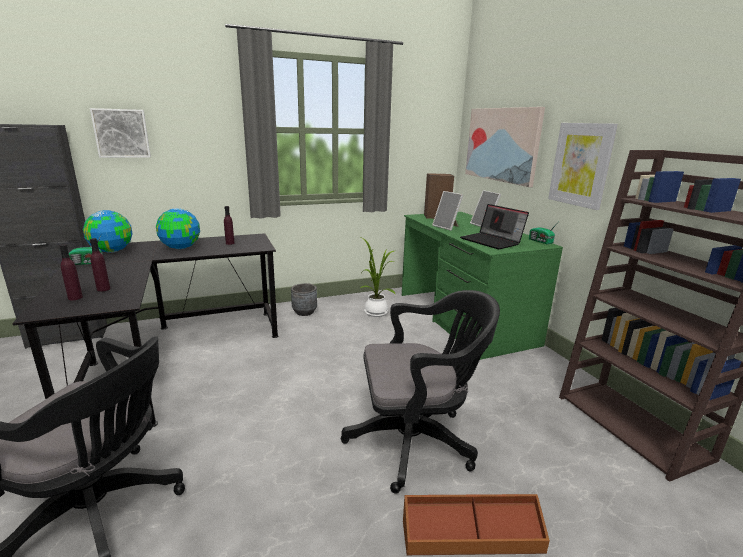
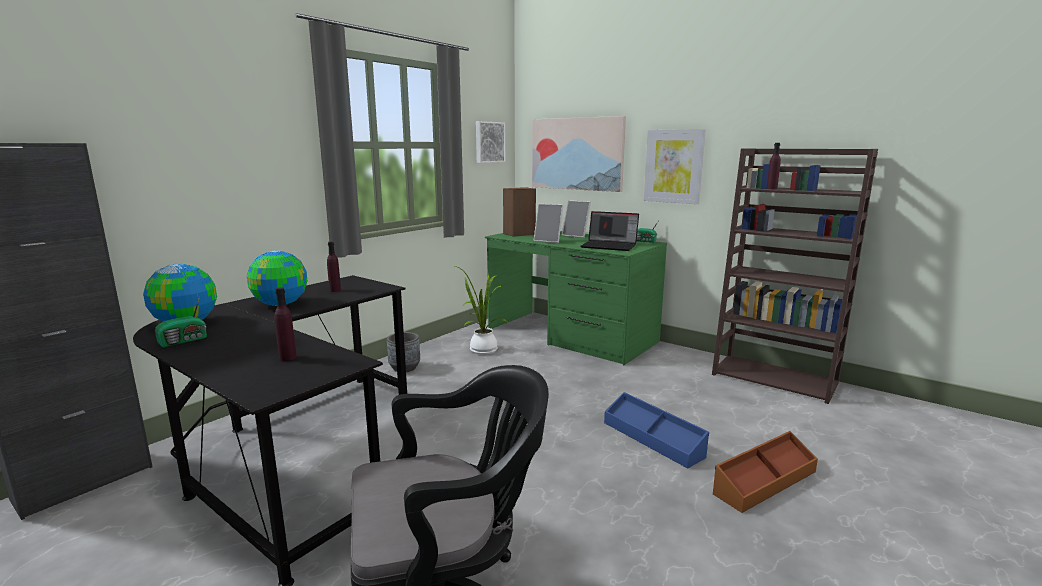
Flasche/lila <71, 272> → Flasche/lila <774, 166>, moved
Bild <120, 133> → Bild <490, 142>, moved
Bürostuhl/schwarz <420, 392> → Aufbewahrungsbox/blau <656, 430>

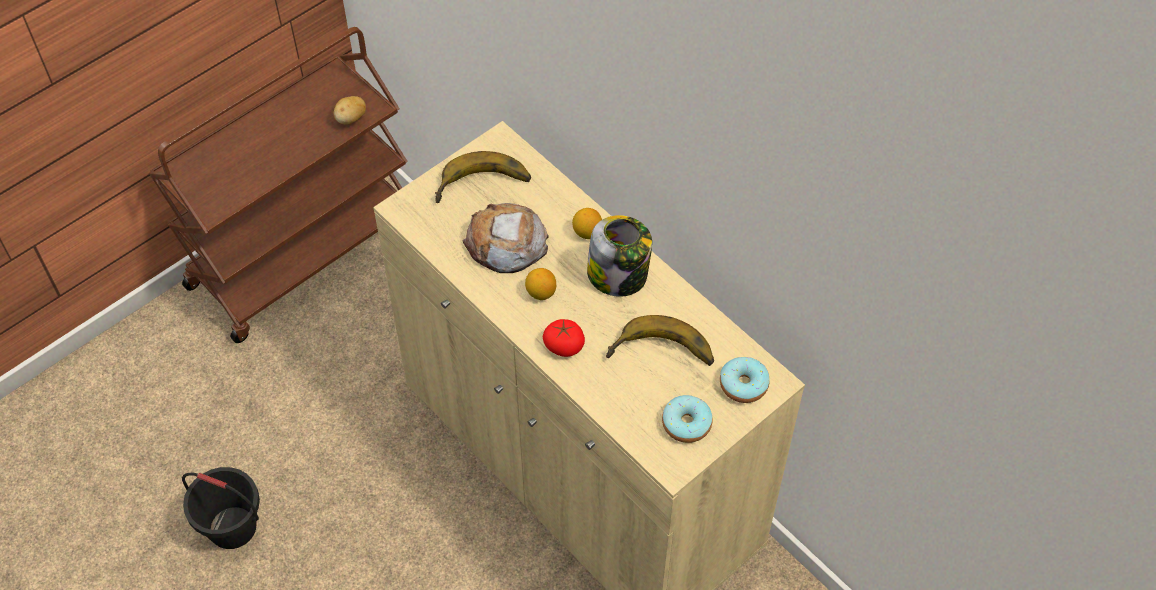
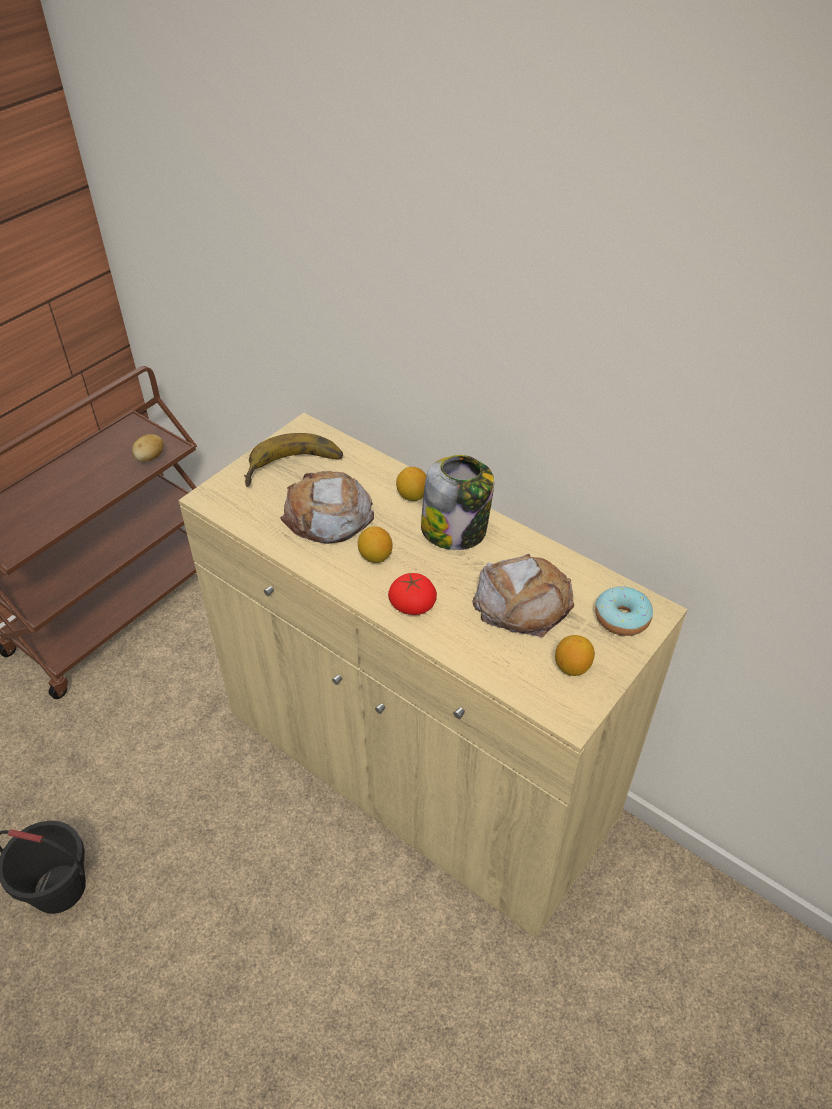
Banane <660, 340> → Brot <523, 595>
Donut <687, 419> → Zitrone <575, 655>

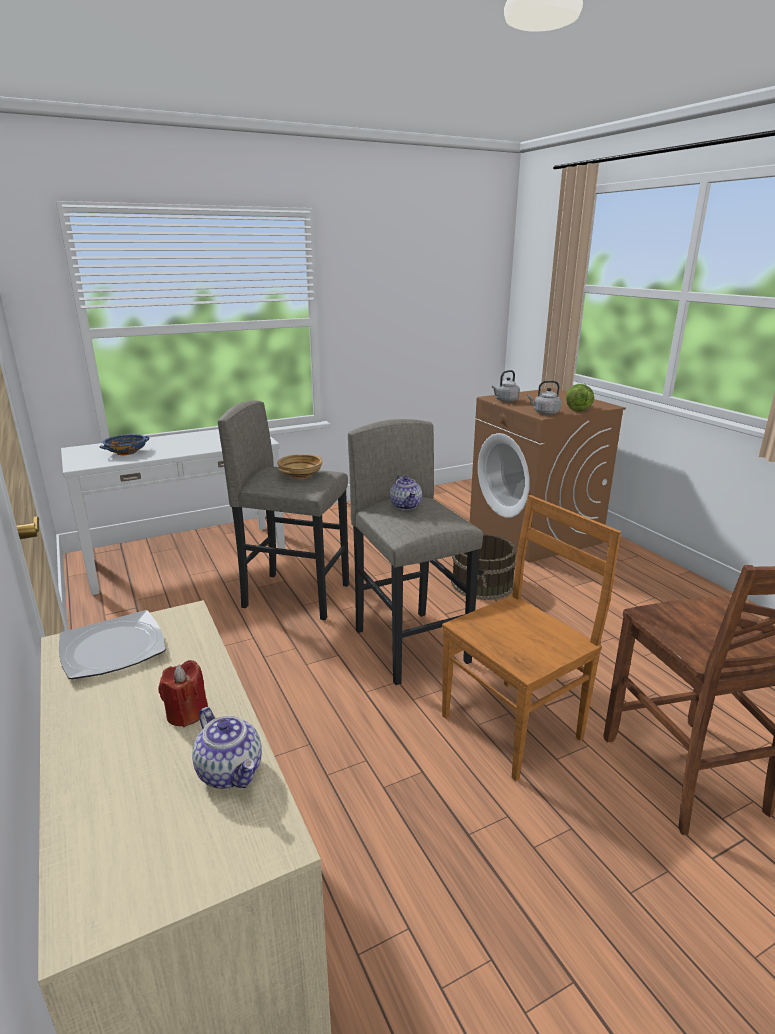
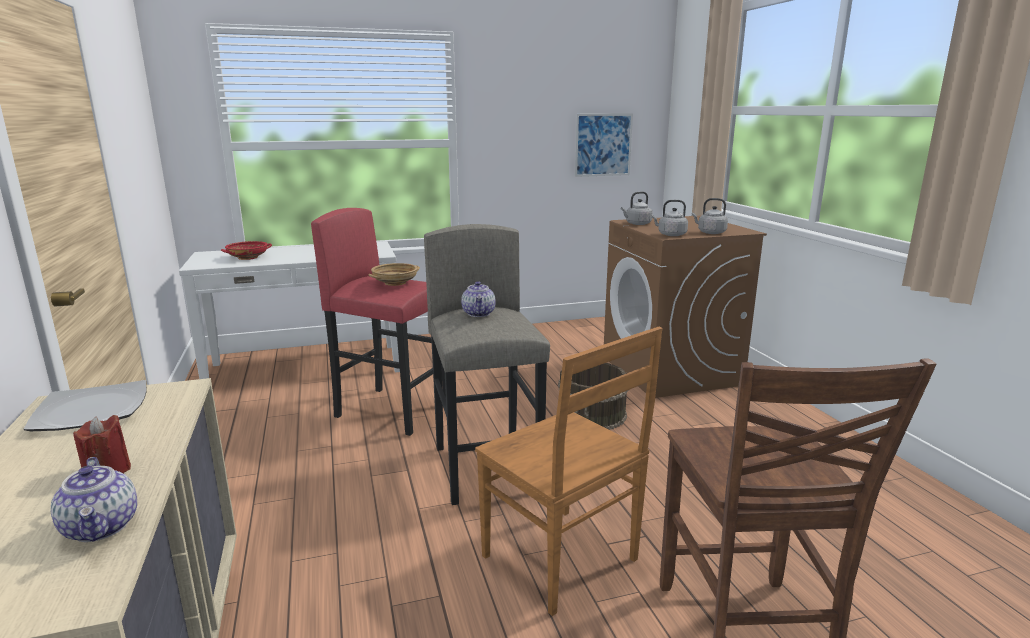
- → Bild <604, 145>
Salatkopf <580, 398> → Wasserkessel/grau <710, 216>
Schüssel/blau <124, 444> → Schüssel/rot <246, 250>
Hocker/grau <283, 510> → Hocker/rot <378, 322>
Stuhl/braun <531, 638> → Stuhl/braun <568, 471>, 75 degrees clockwise

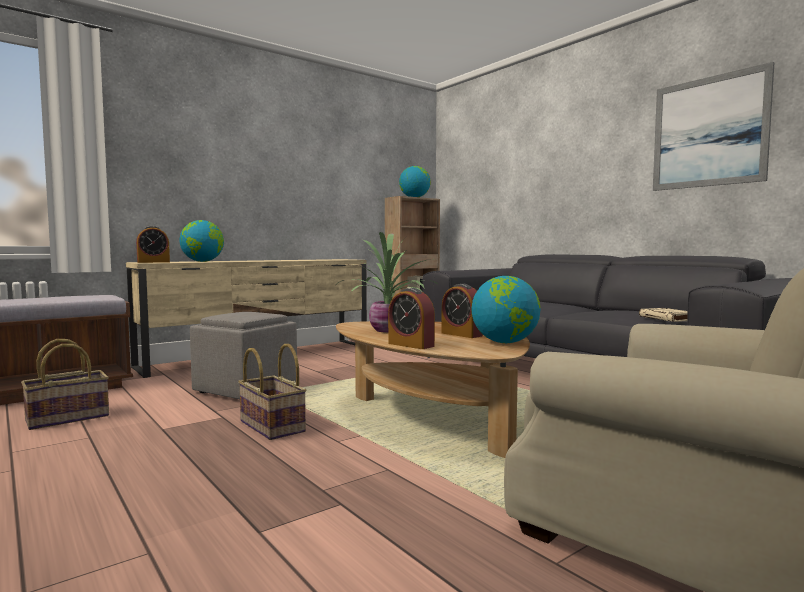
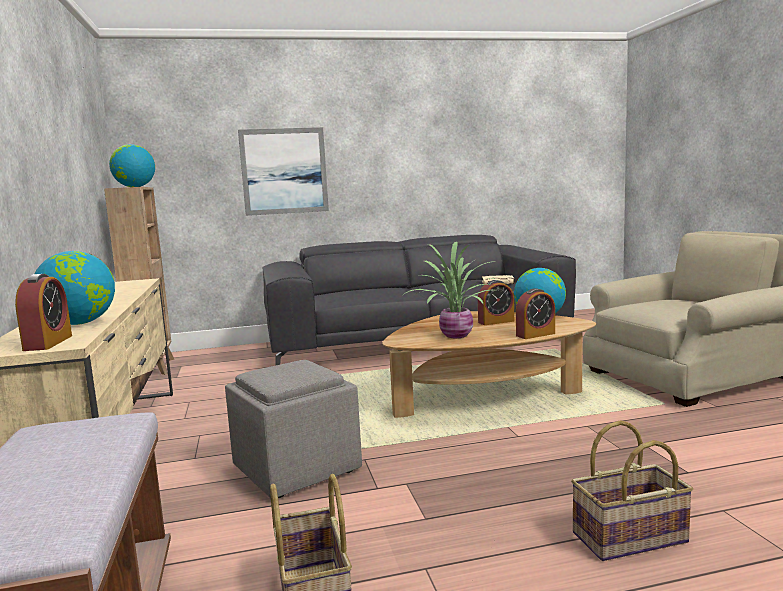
Korb <272, 392> → Korb <632, 490>, moved
Bild <714, 126> → Bild <283, 171>, moved

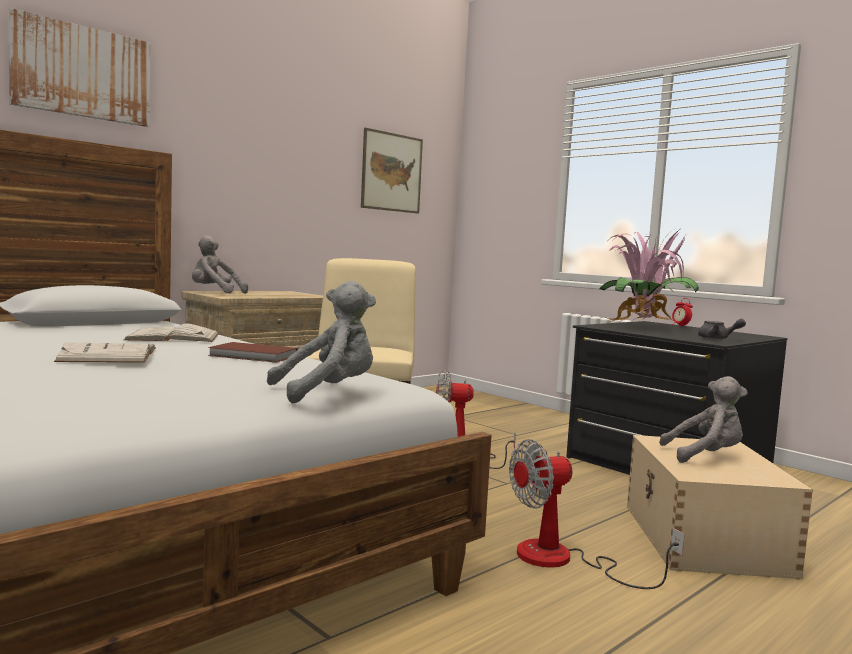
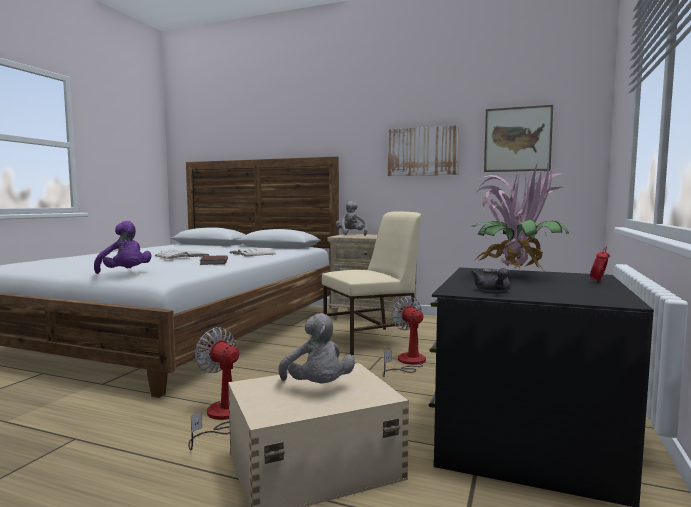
Bild <79, 67> → Bild <423, 150>, moved
Plüschtier/grau <321, 342> → Plüschtier/lila <123, 247>

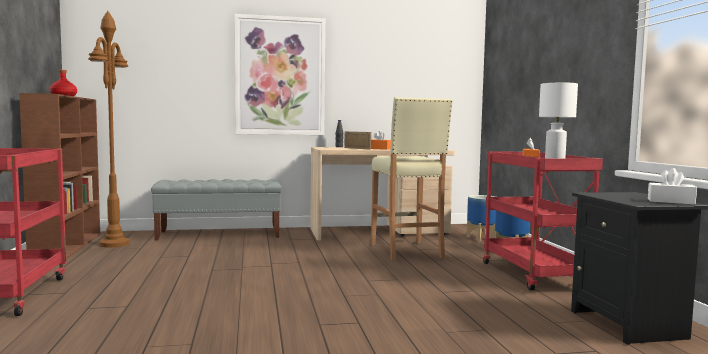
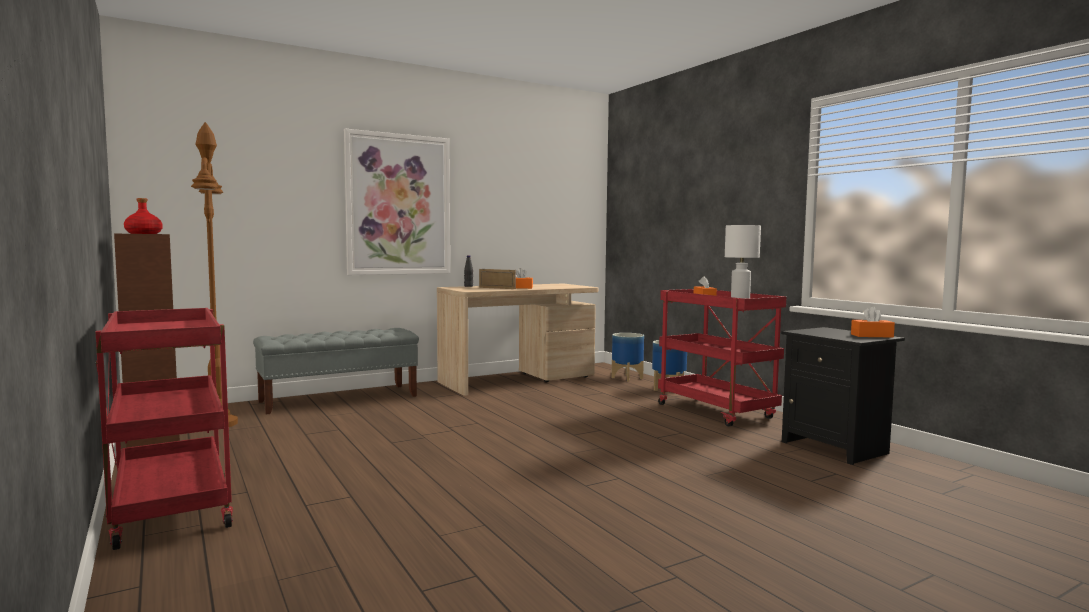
Hocker/beige <412, 179> → -
Taschentuchbox/weiß <672, 186> → Taschentuchbox/orange <873, 322>

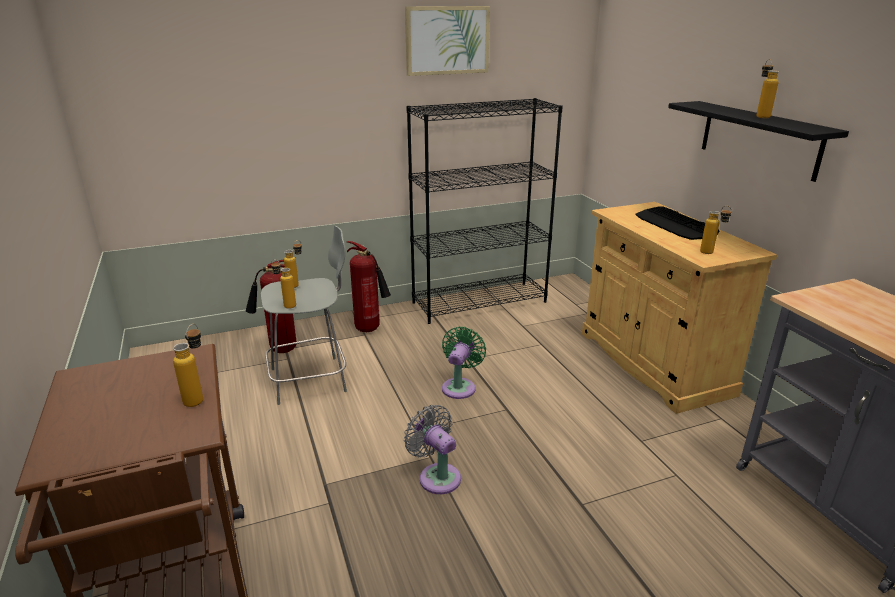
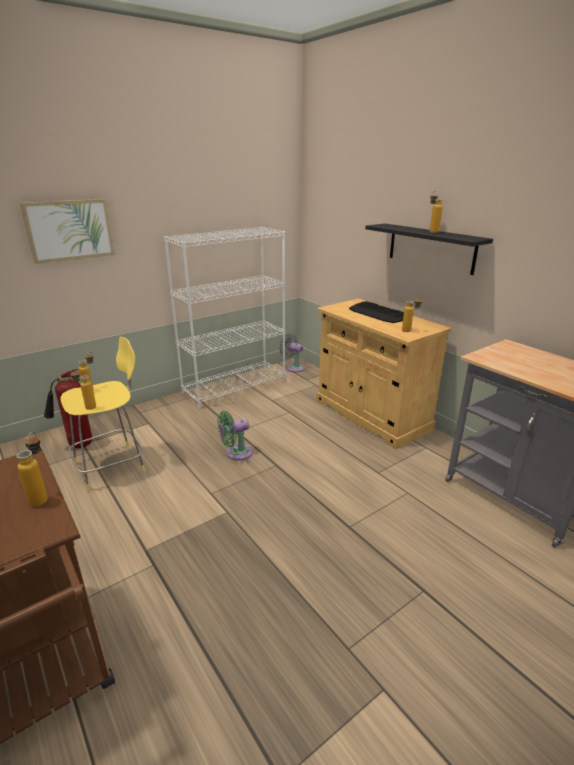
Feuerlöscher <369, 286> → -
Ventilator/grau <432, 449> → Ventilator/grau <292, 352>, moved
Bild <447, 41> → Bild <67, 231>, moved
Hocker/grau <304, 315> → Hocker/gelb <103, 414>
Bücherregal/schwarz <484, 211> → Bücherregal/weiß <224, 317>
Ventilator/grün <464, 363> → Ventilator/grün <235, 435>, 120 degrees counterclockwise

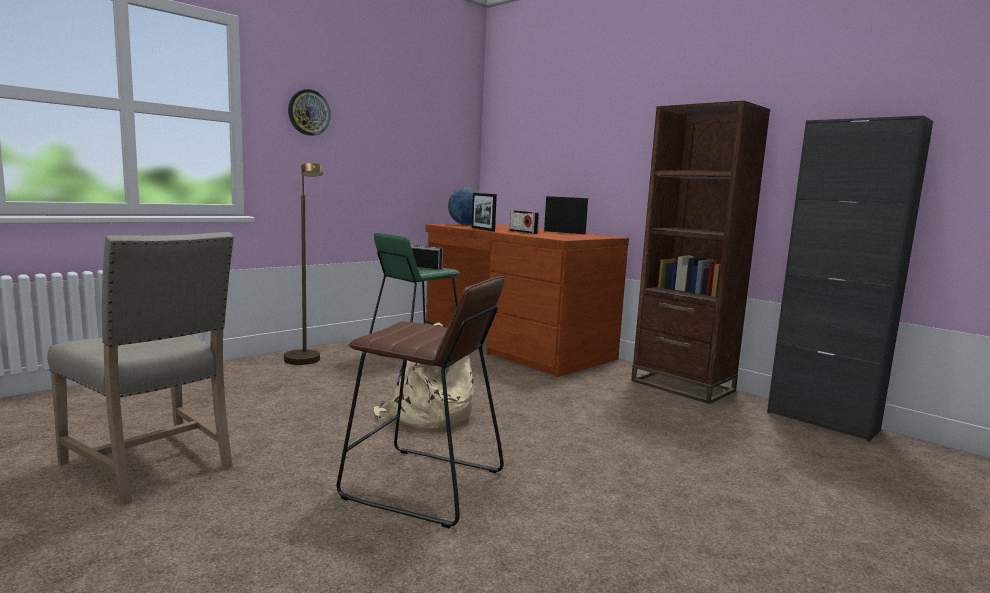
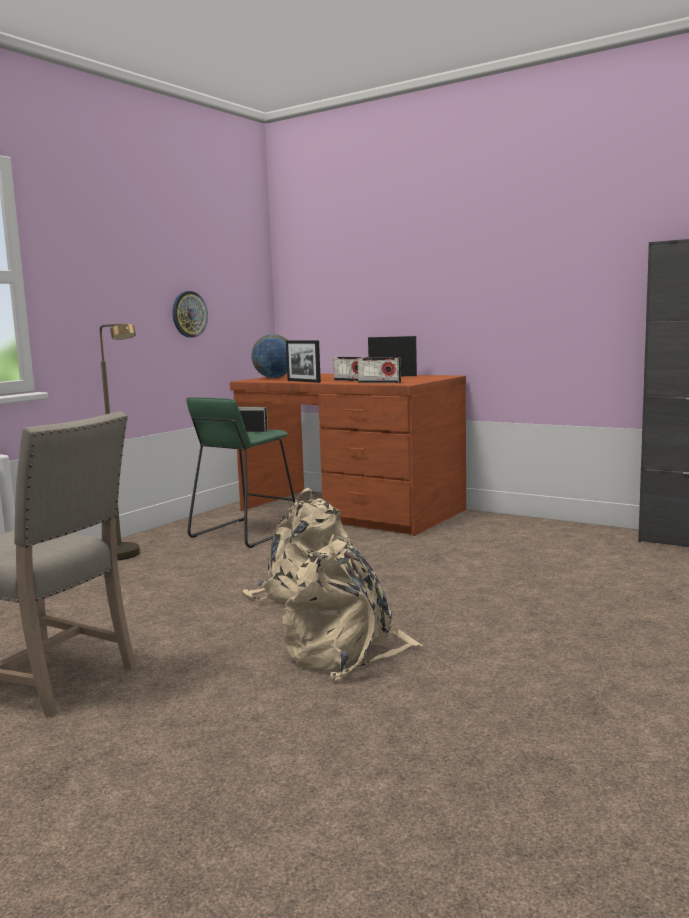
Bücherregal/braun <700, 252> → -
- → Radio <379, 370>
Wanduhr <309, 112> → Wanduhr <190, 314>, moved
Hocker/braun <421, 402> → Rucksack/beige <352, 607>

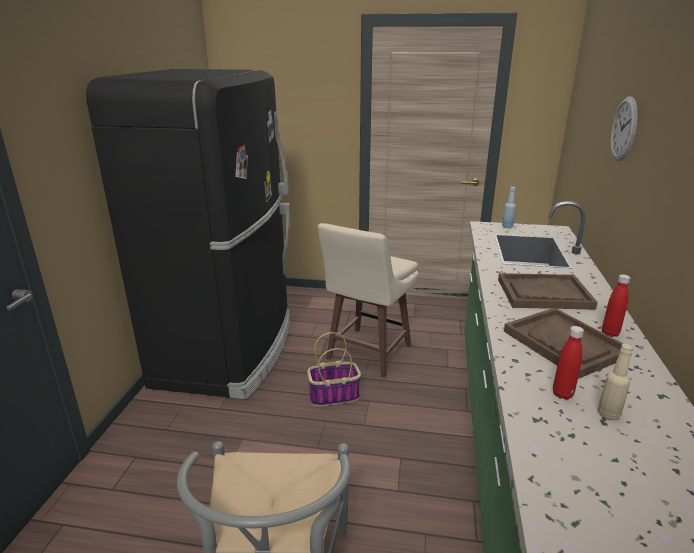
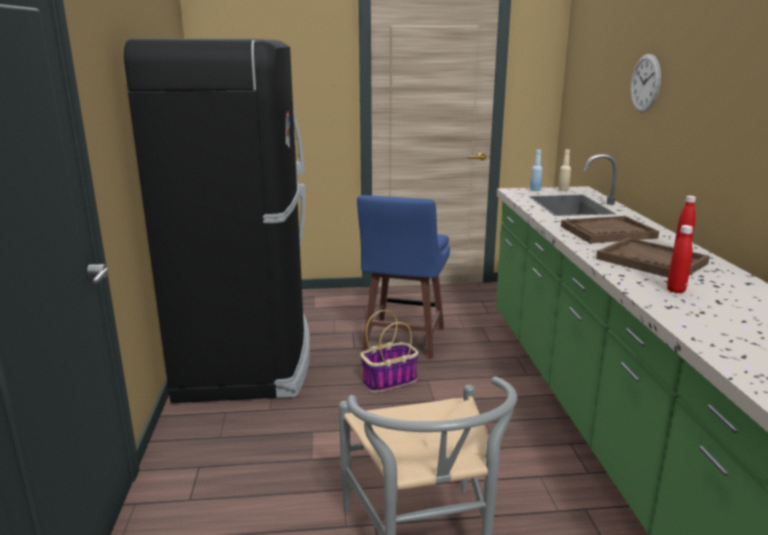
Flasche/beige <615, 382> → Flasche/beige <564, 170>, moved
Hocker/beige <368, 300> → Hocker/blau <403, 277>

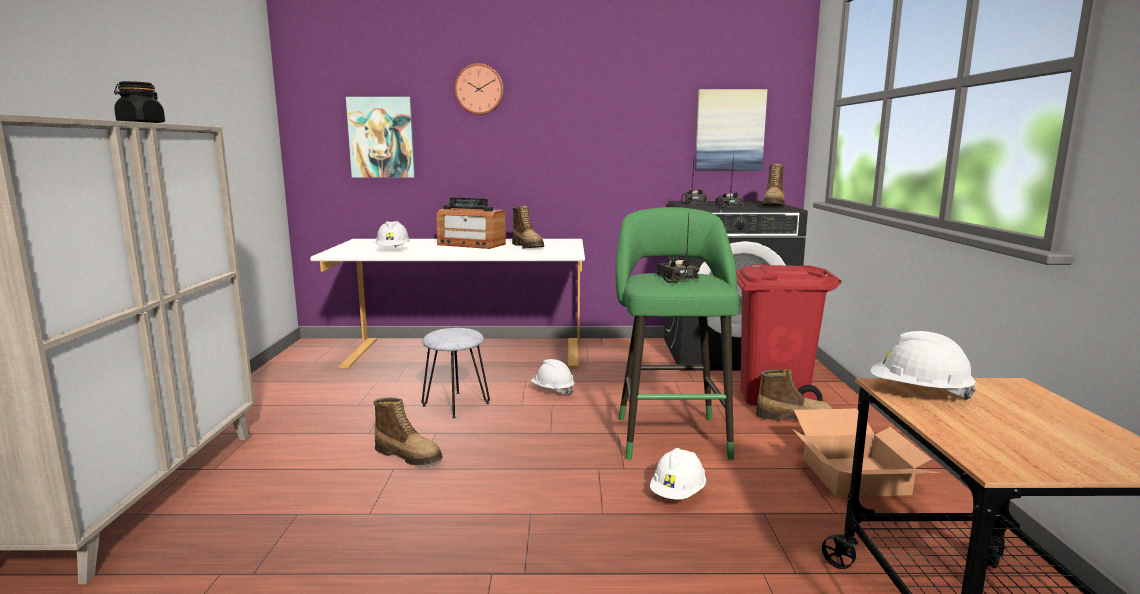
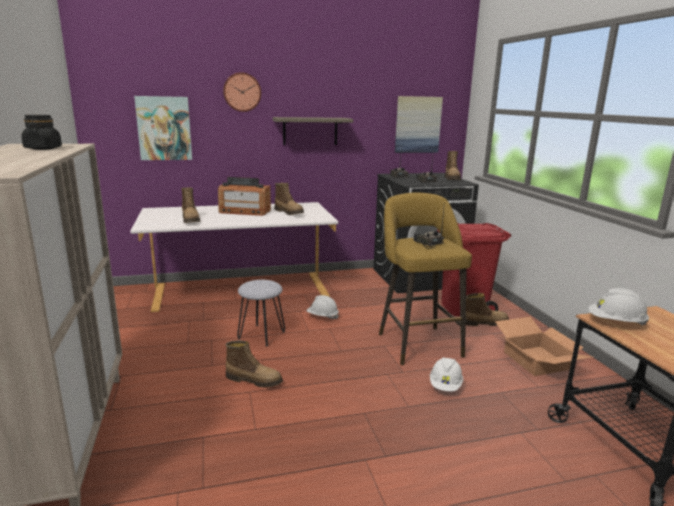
- → Wandregal <313, 131>
Schutzhelm/weiß <392, 234> → Stiefel <190, 205>
Hocker/grün <677, 333> → Hocker/gelb <425, 278>

